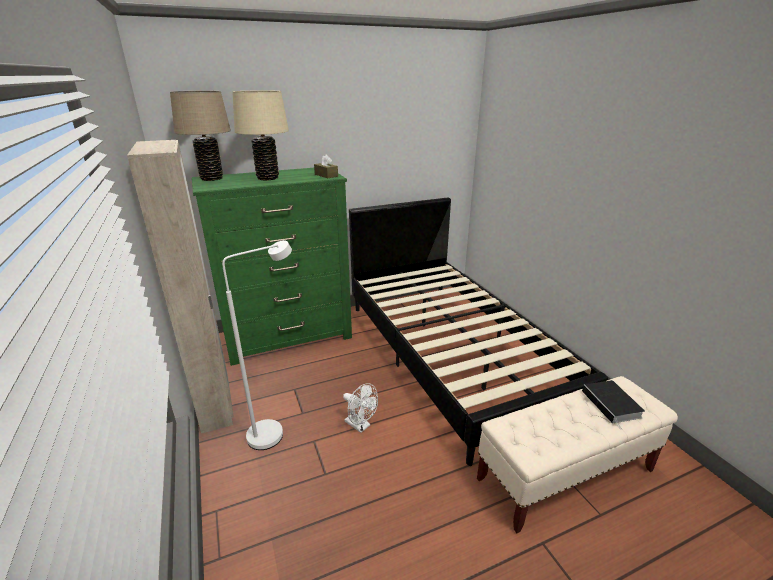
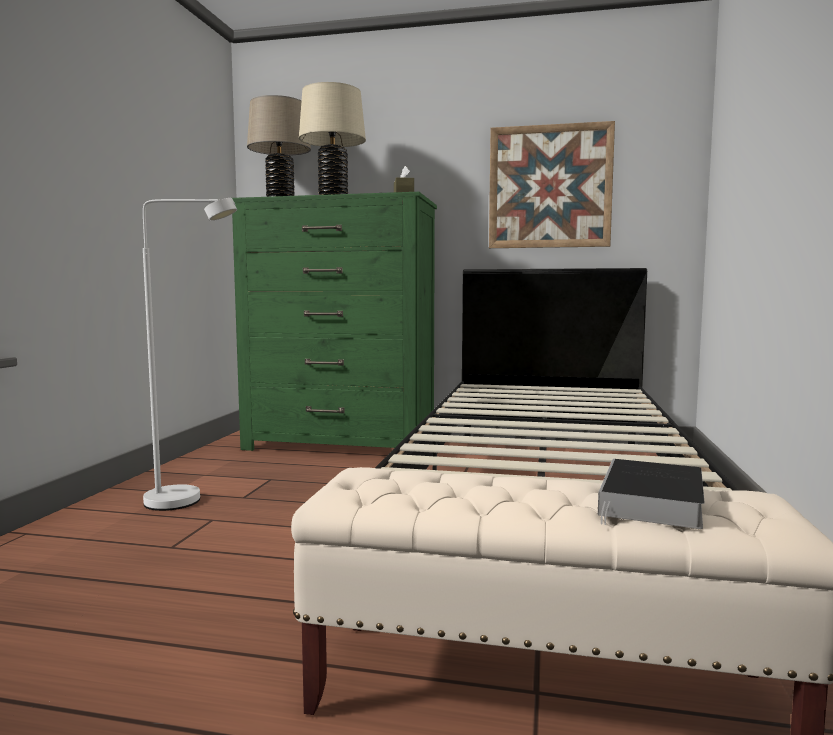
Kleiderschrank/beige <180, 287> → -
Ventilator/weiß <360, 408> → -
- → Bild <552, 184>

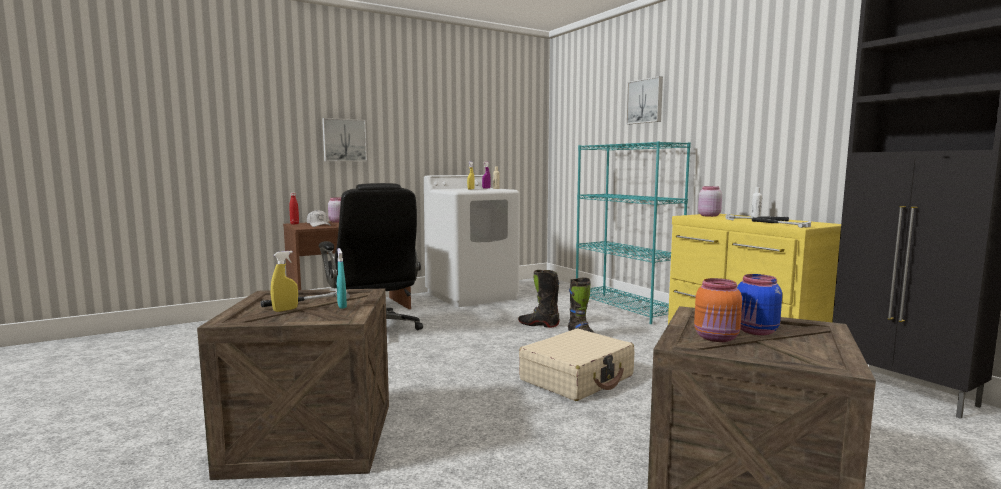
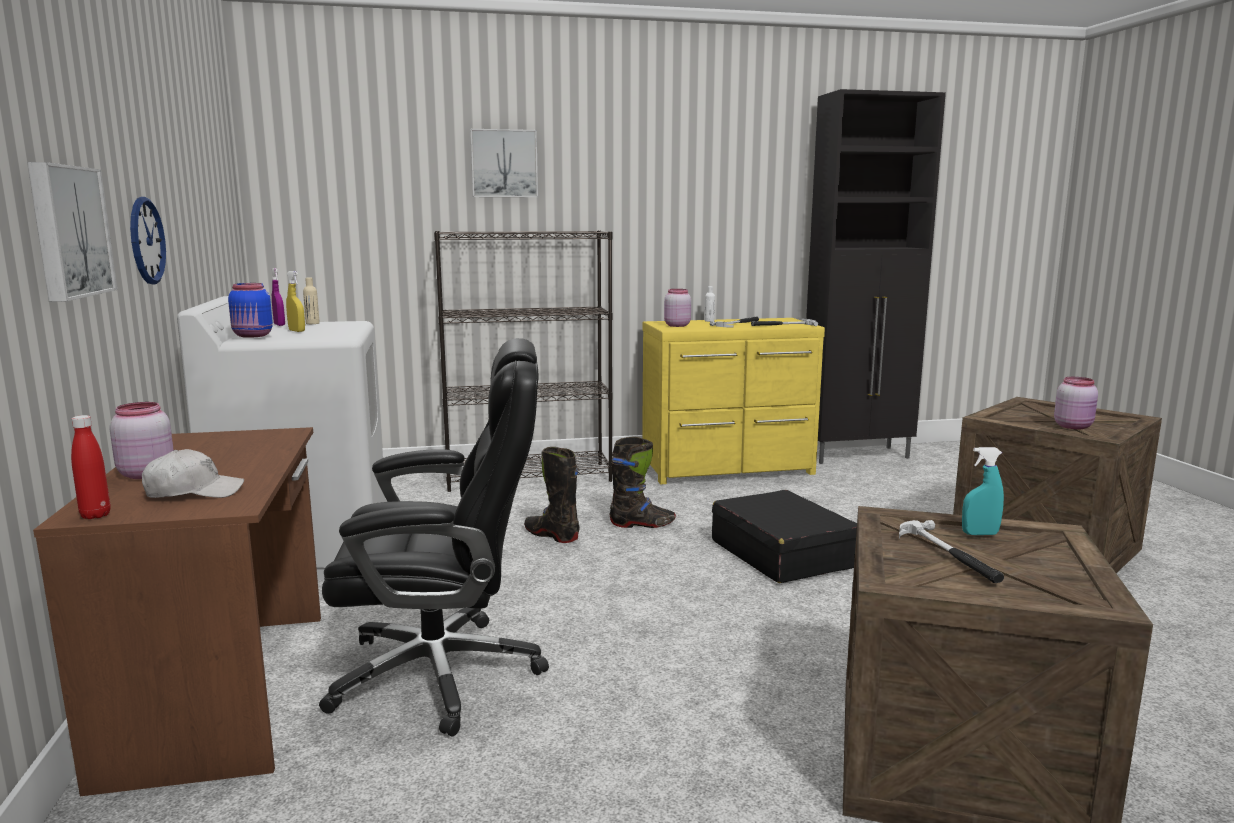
Sprühflasche/gelb <284, 281> → -
- → Wanduhr <148, 240>
Vorratsglas/blau <759, 304> → Vorratsglas/blau <250, 310>, moved
Koffer/beige <576, 365> → Koffer/schwarz <784, 536>
Bücherregal/türkis <633, 232> → Bücherregal/schwarz <523, 361>
Vorratsglas/orange <718, 310> → Vorratsglas/rosa <1076, 403>
Stiefel/schwarz <539, 299> → Stiefel/schwarz <552, 495>, 90 degrees clockwise

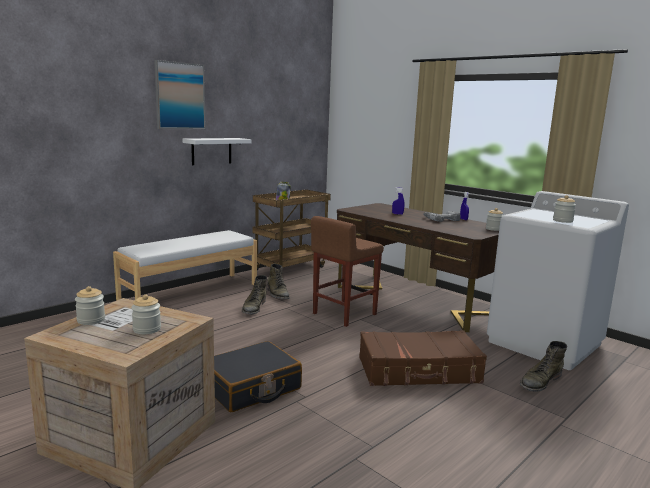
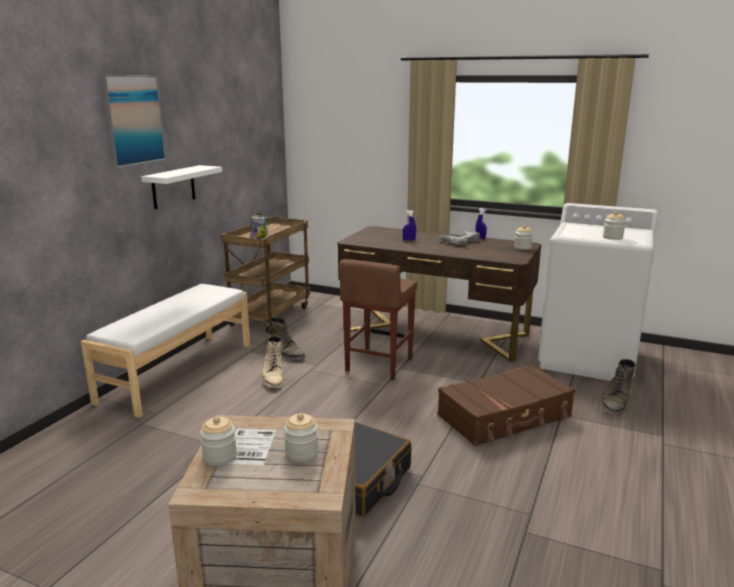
Stiefel/grün <254, 295> → Stiefel/beige <273, 362>

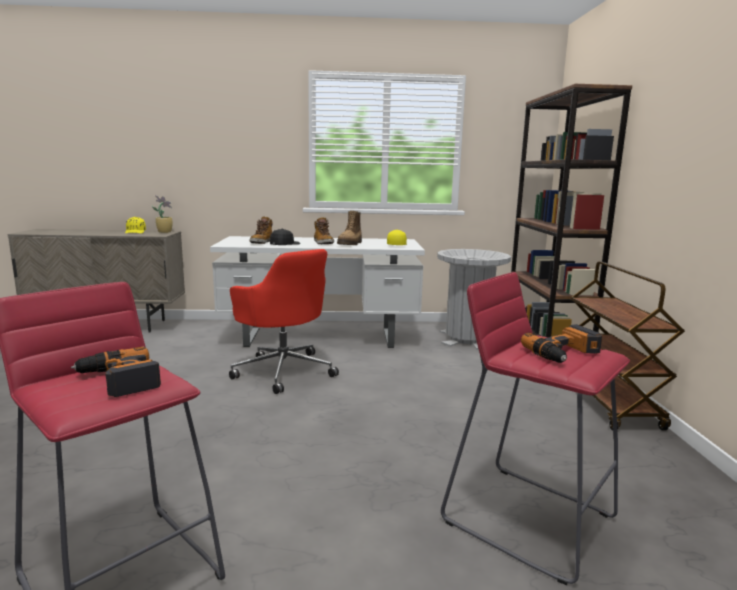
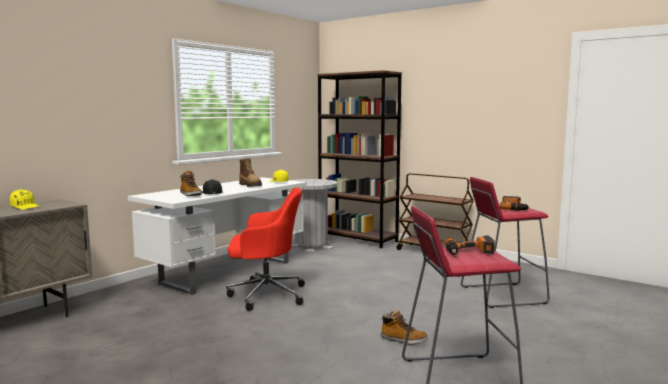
Topfpflanze <162, 214> → -
Stiefel <324, 230> → Stiefel <404, 327>, moved

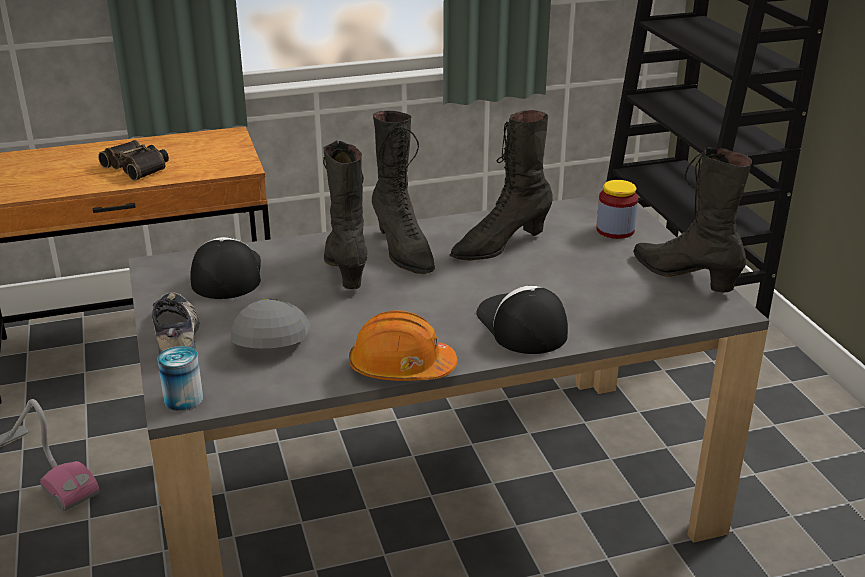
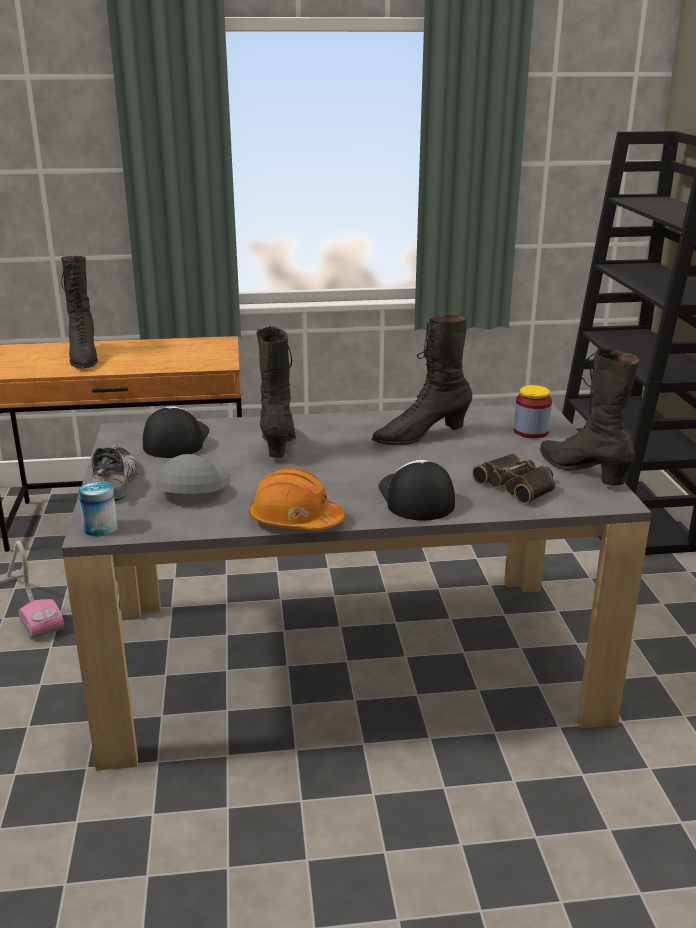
Fernglas <133, 160> → Fernglas <513, 479>, moved
Stiefel/schwarz <403, 192> → Stiefel/schwarz <79, 312>, moved

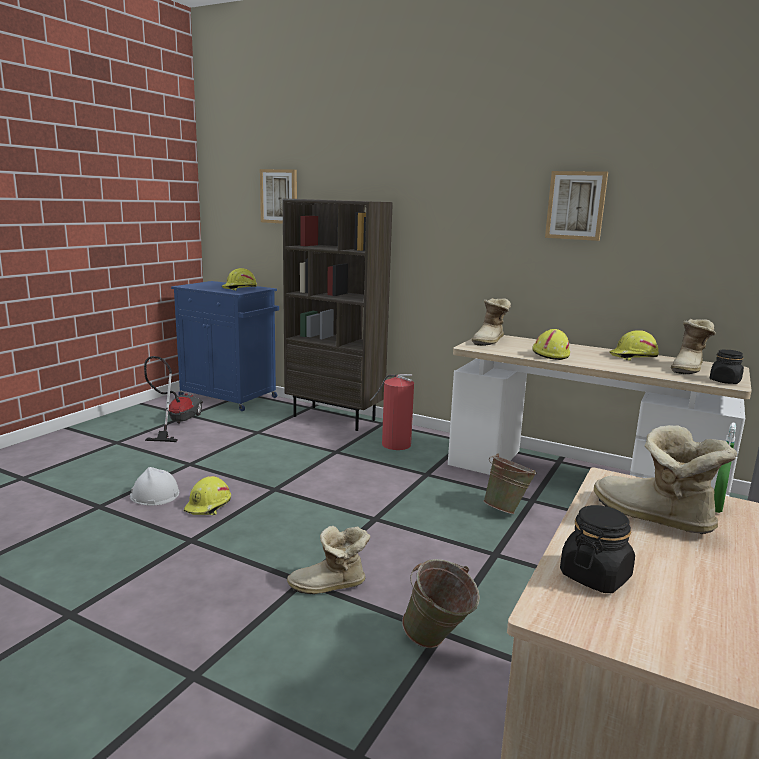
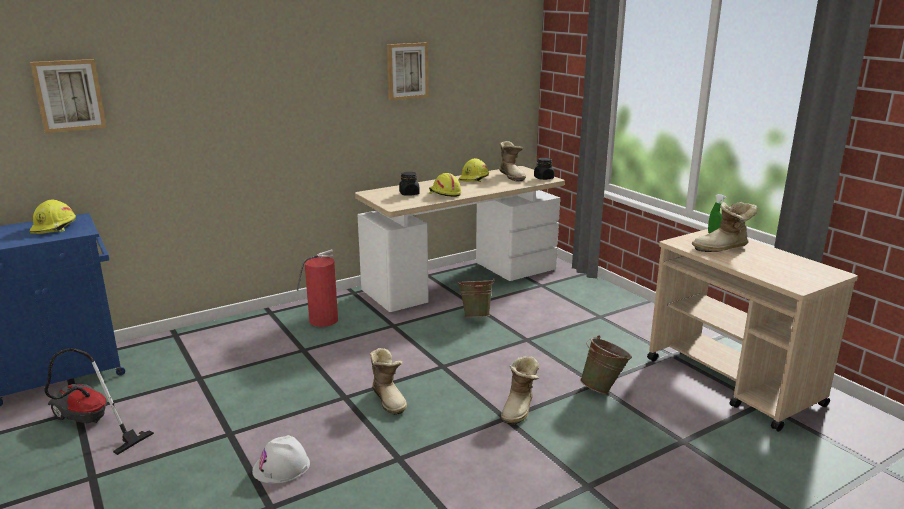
Schutzhelm/gelb <207, 495> → -
Bücherregal/braun <338, 314> → -
Stiefel <491, 322> → Stiefel <388, 381>, moved
Vorratsglas/schwarz <597, 549> → Vorratsglas/schwarz <409, 184>, moved

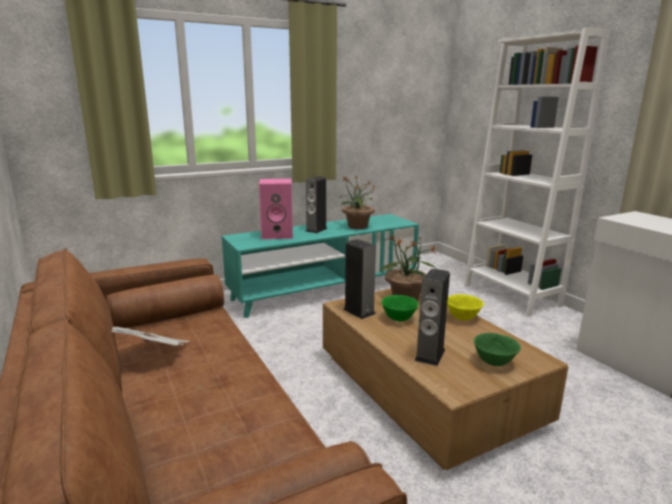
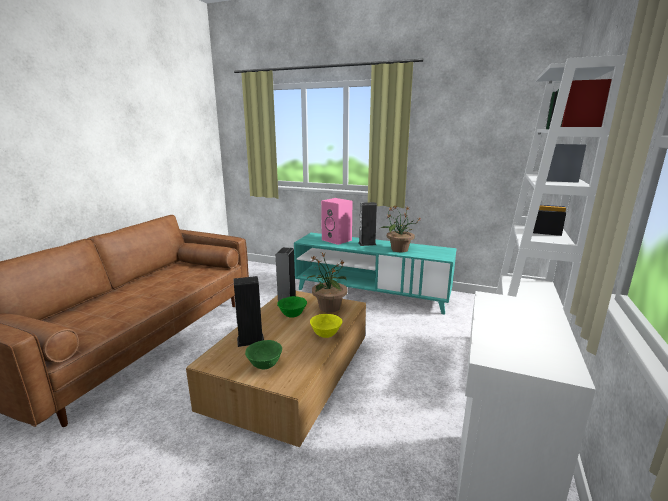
Zeitung <150, 336> → -

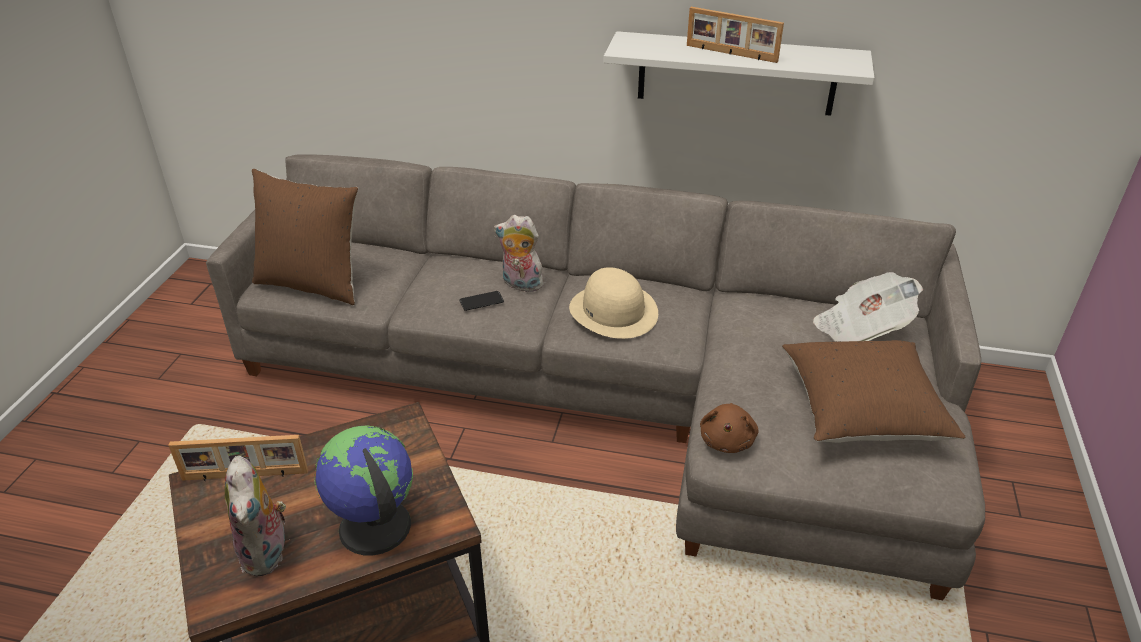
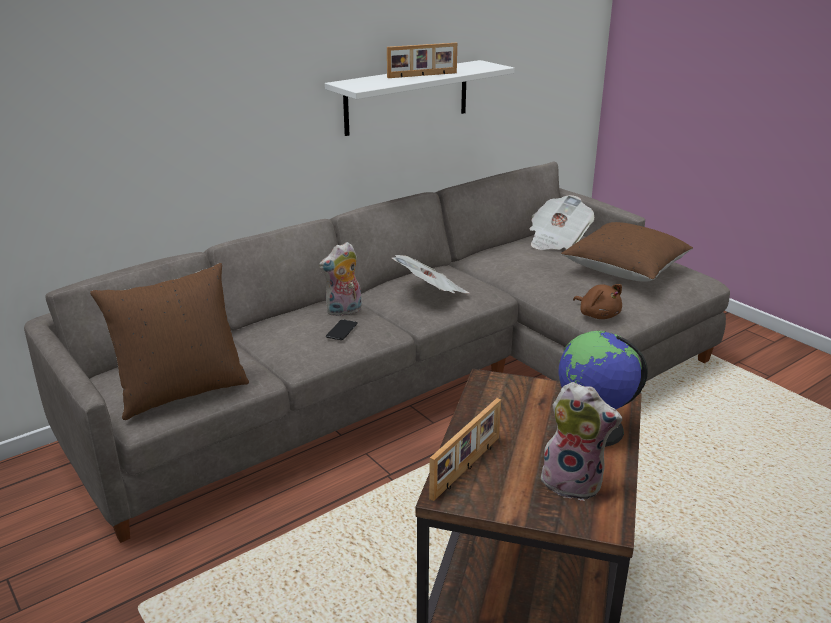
Hut/beige <613, 303> → Zeitung <431, 274>

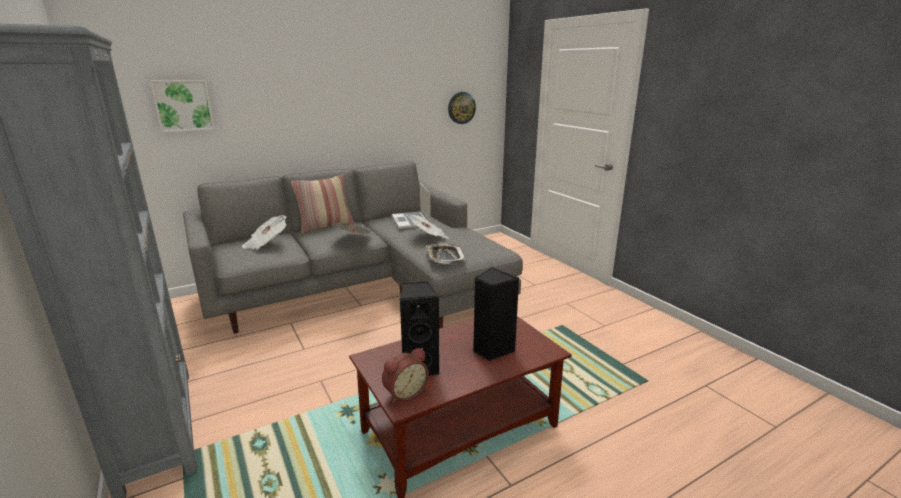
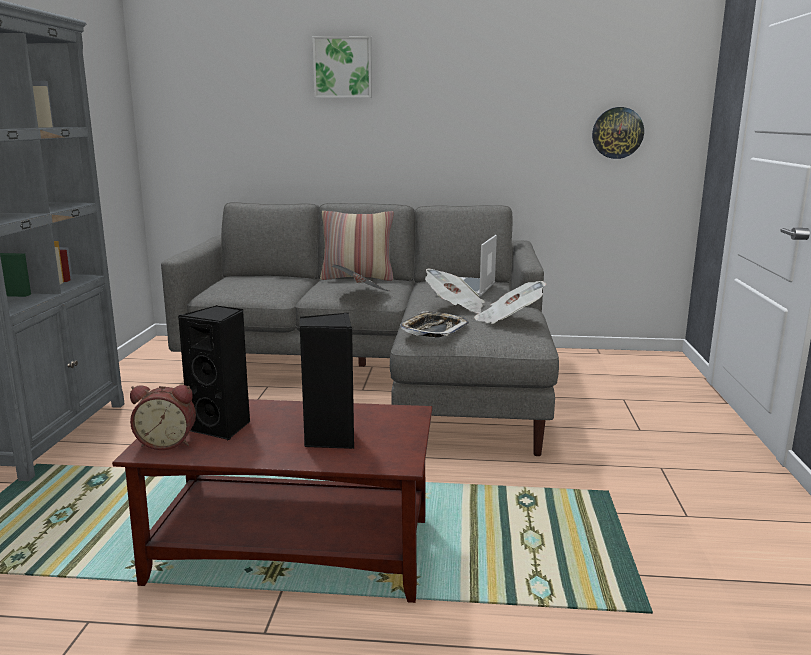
Bild <182, 106> → Bild <342, 67>, moved
Zeitung <264, 232> → Zeitung <510, 302>, moved

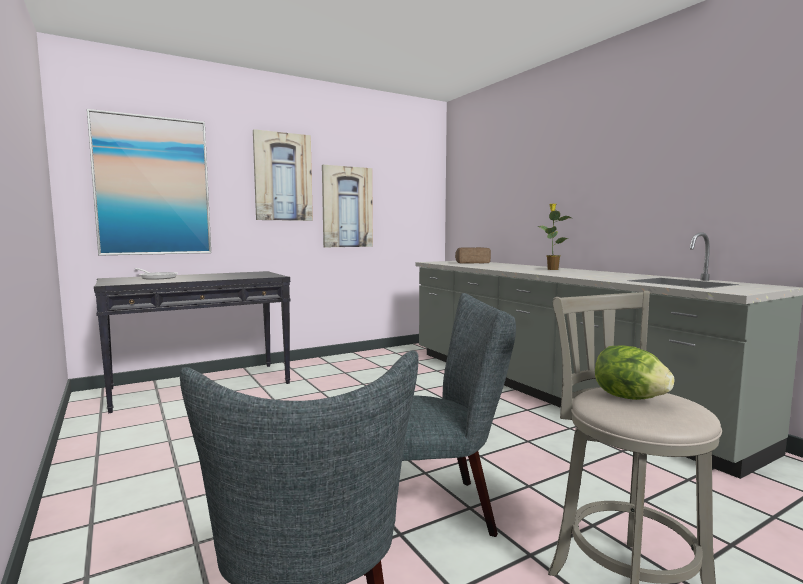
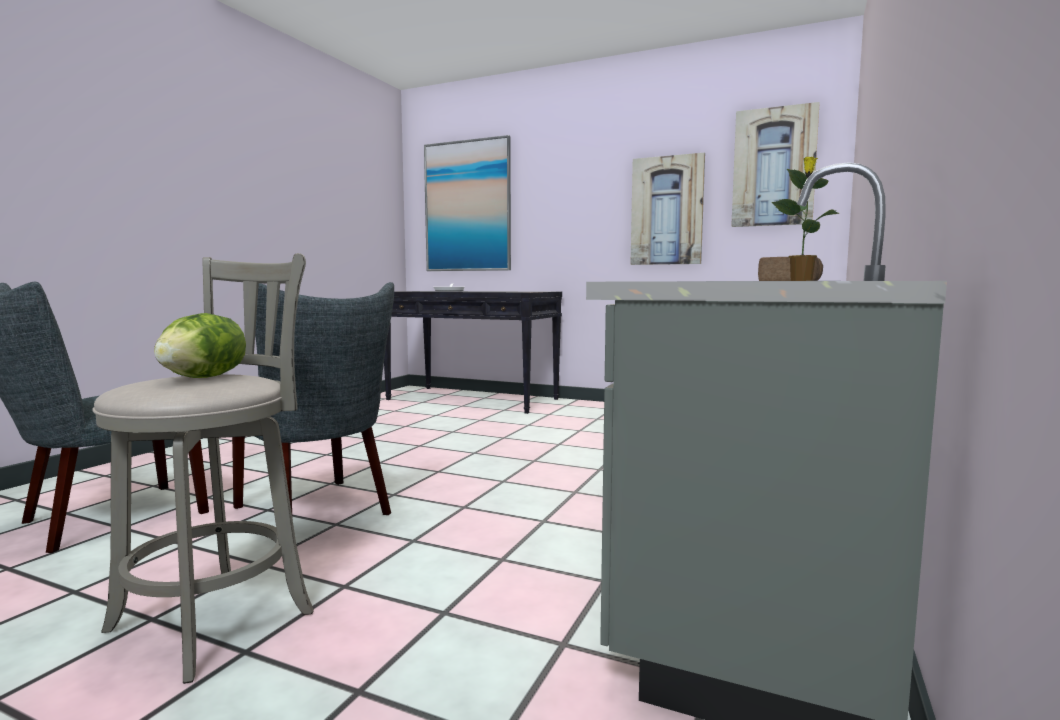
Bild <283, 175> → Bild <775, 164>, moved

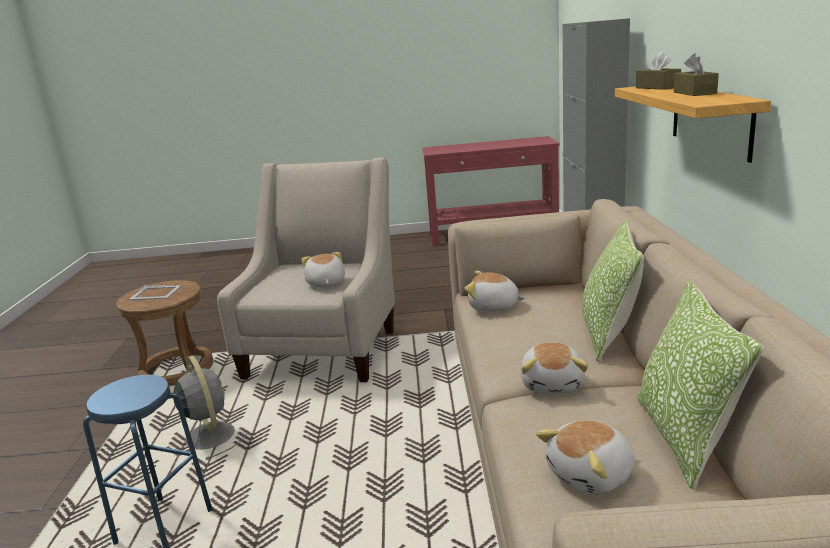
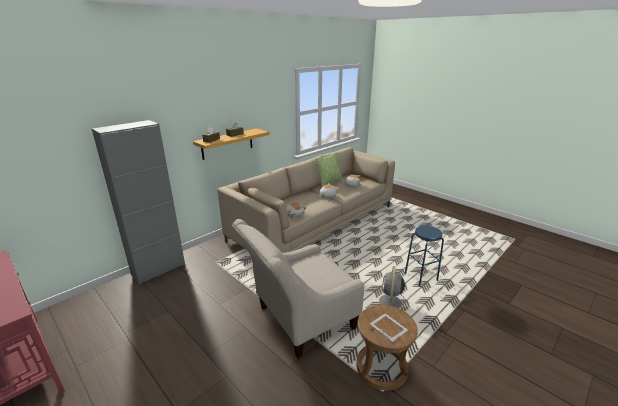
Plüschtier <323, 269> → -
Kissen <613, 291> → -

